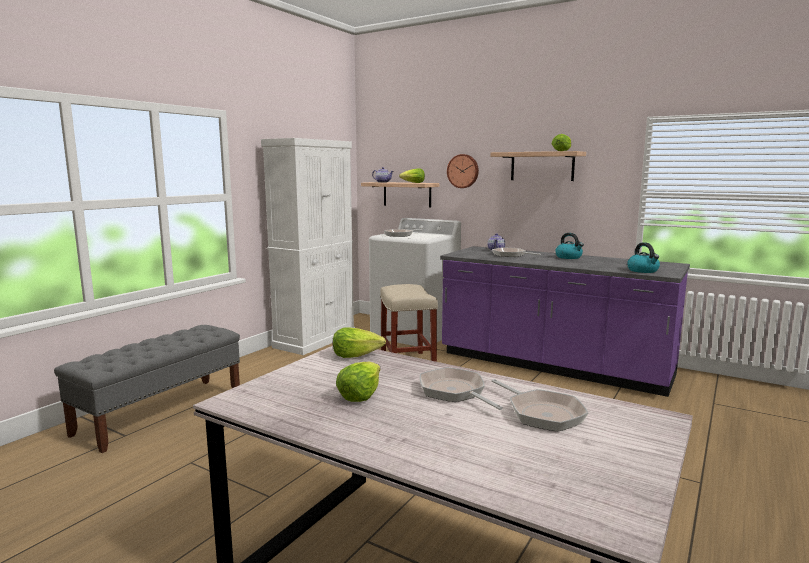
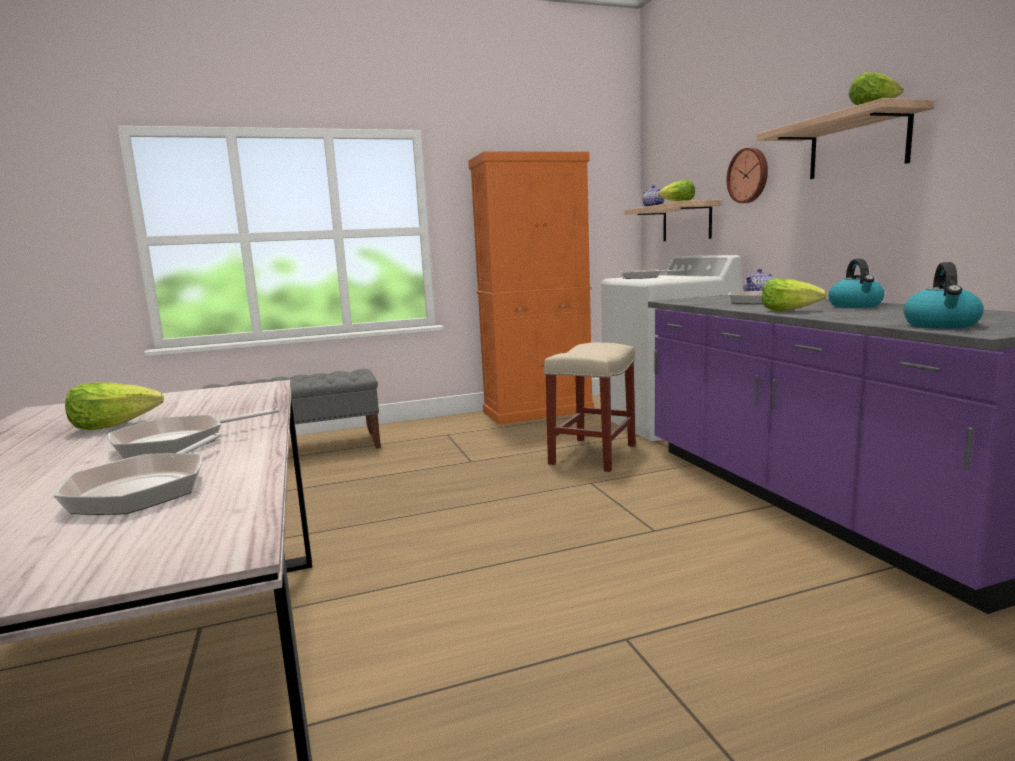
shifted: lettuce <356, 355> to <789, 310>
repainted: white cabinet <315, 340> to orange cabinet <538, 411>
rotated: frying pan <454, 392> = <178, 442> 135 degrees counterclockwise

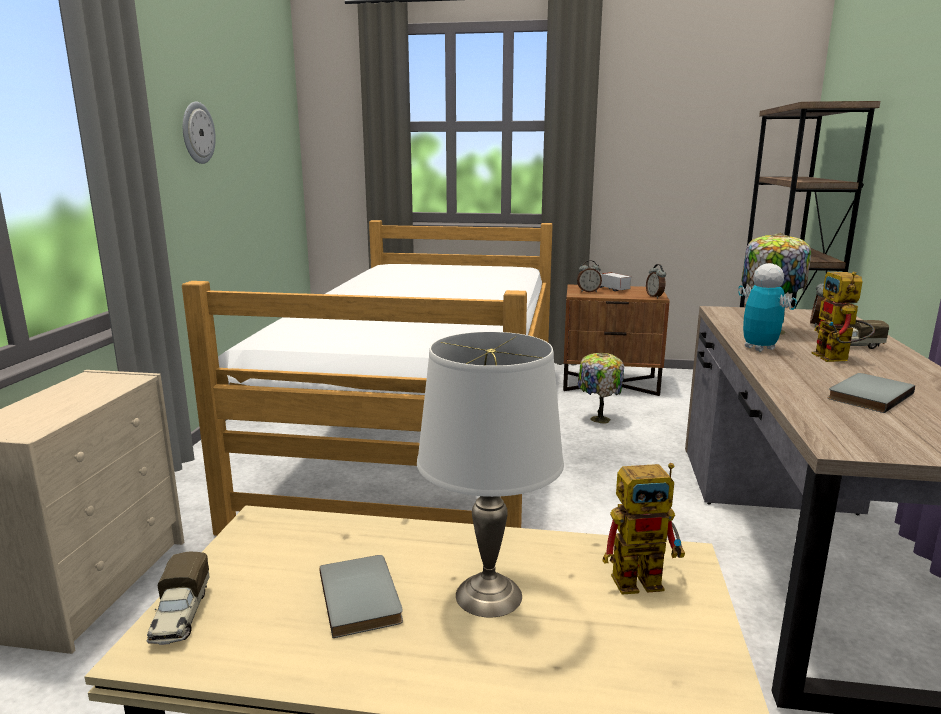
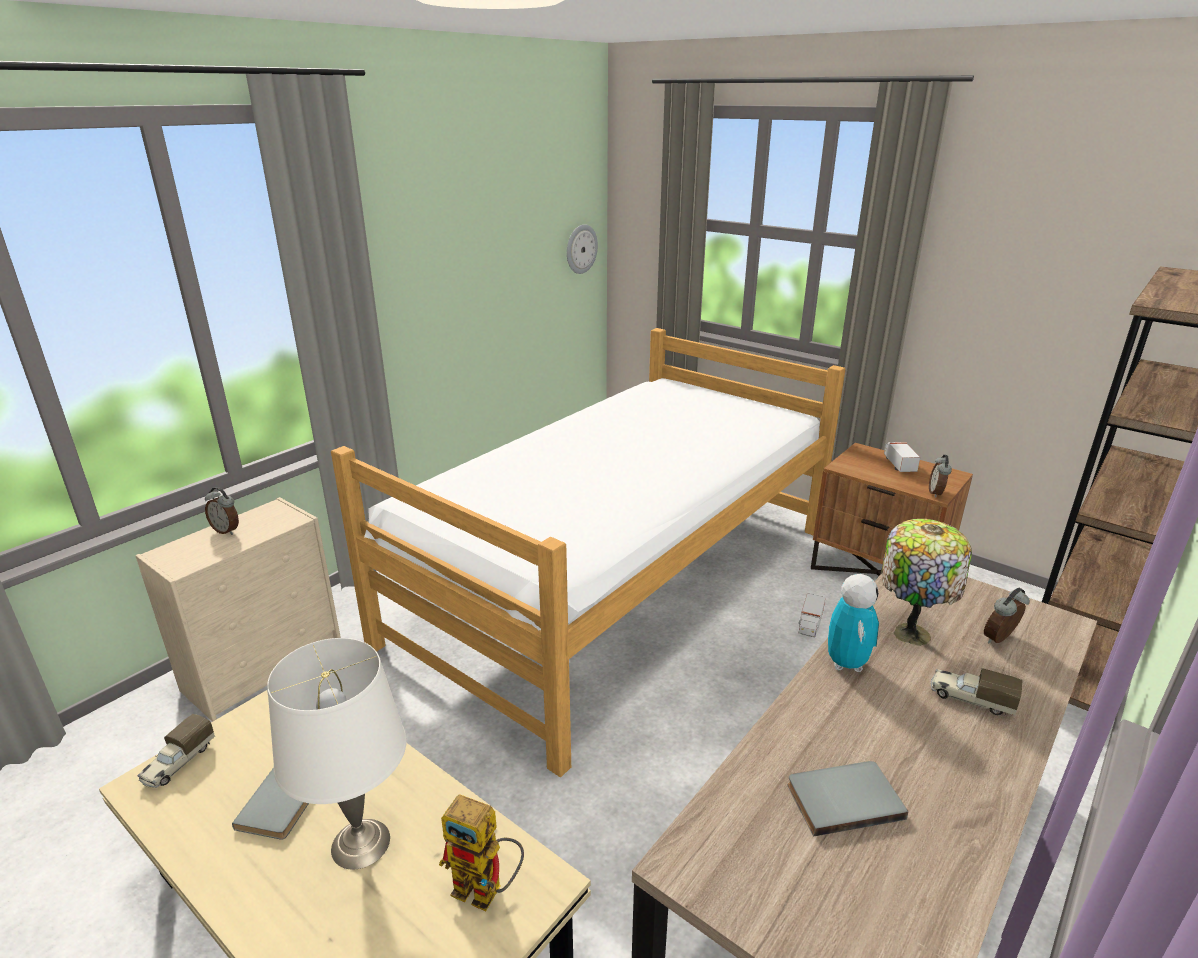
gone: toy robot <837, 359>
shifted: wall clock <197, 133> to <581, 249>; alarm clock <588, 291> to <227, 530>
swapped: table lamp <598, 419> to toy truck <810, 624>

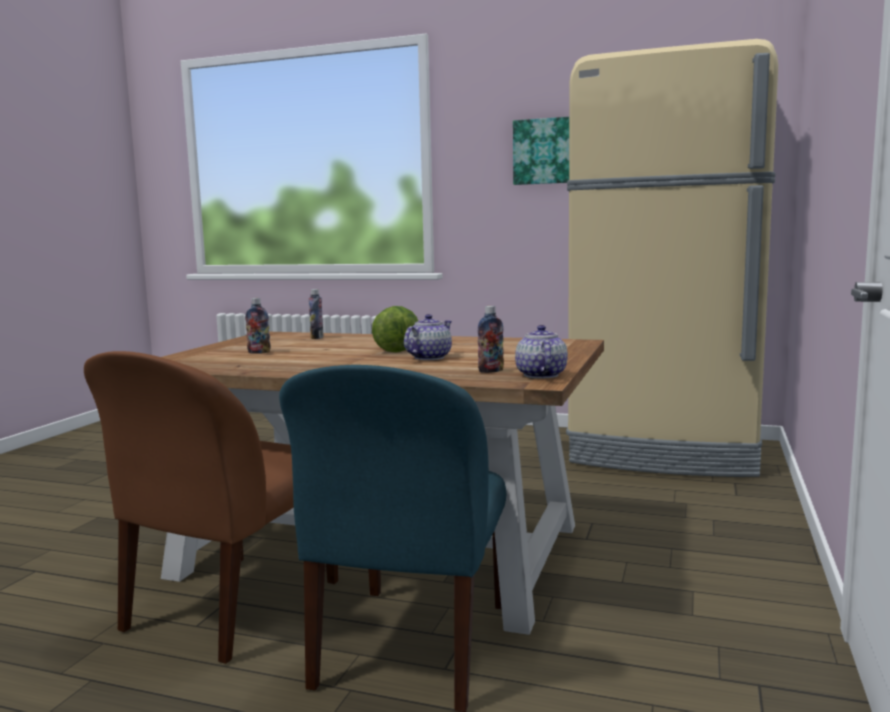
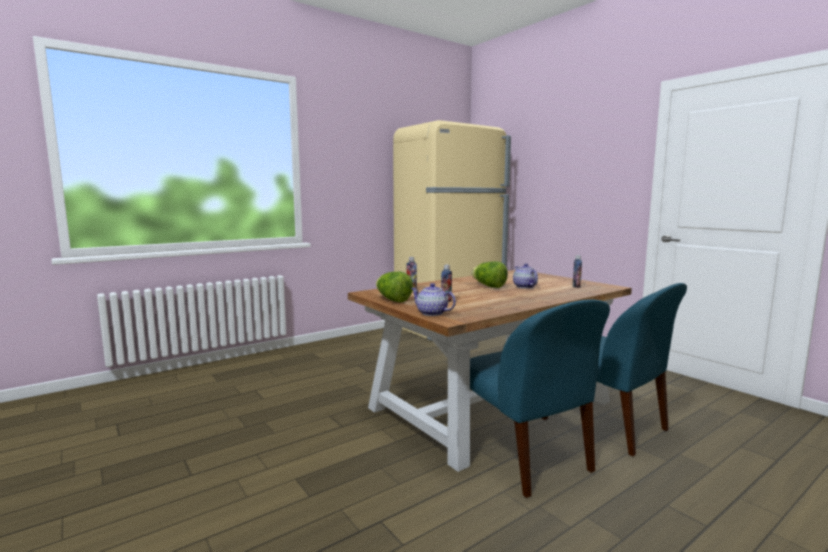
gone: picture <545, 151>
new: lettuce <393, 300>
shifted: teapot <540, 375> to <432, 313>
repainted: brown chair <229, 607> to blue chair <524, 458>

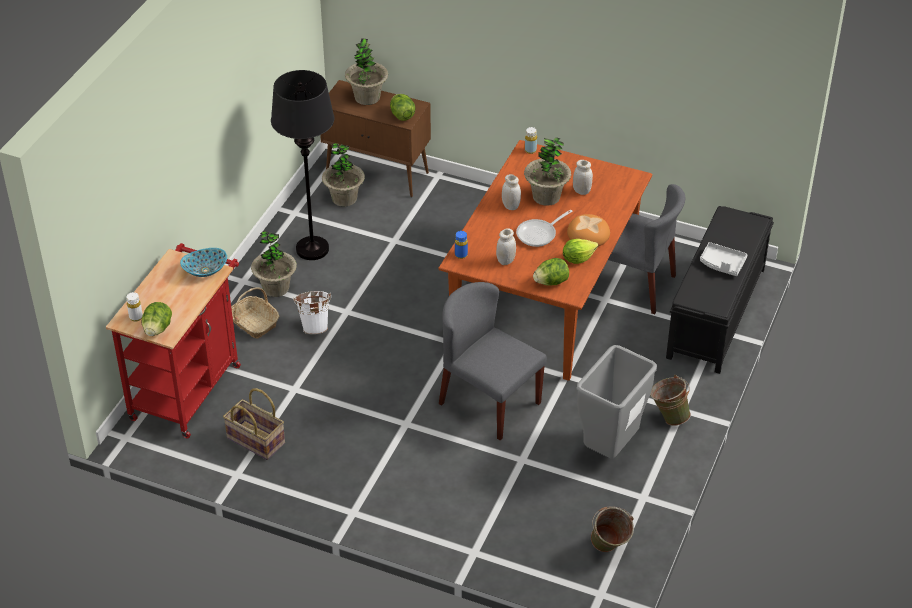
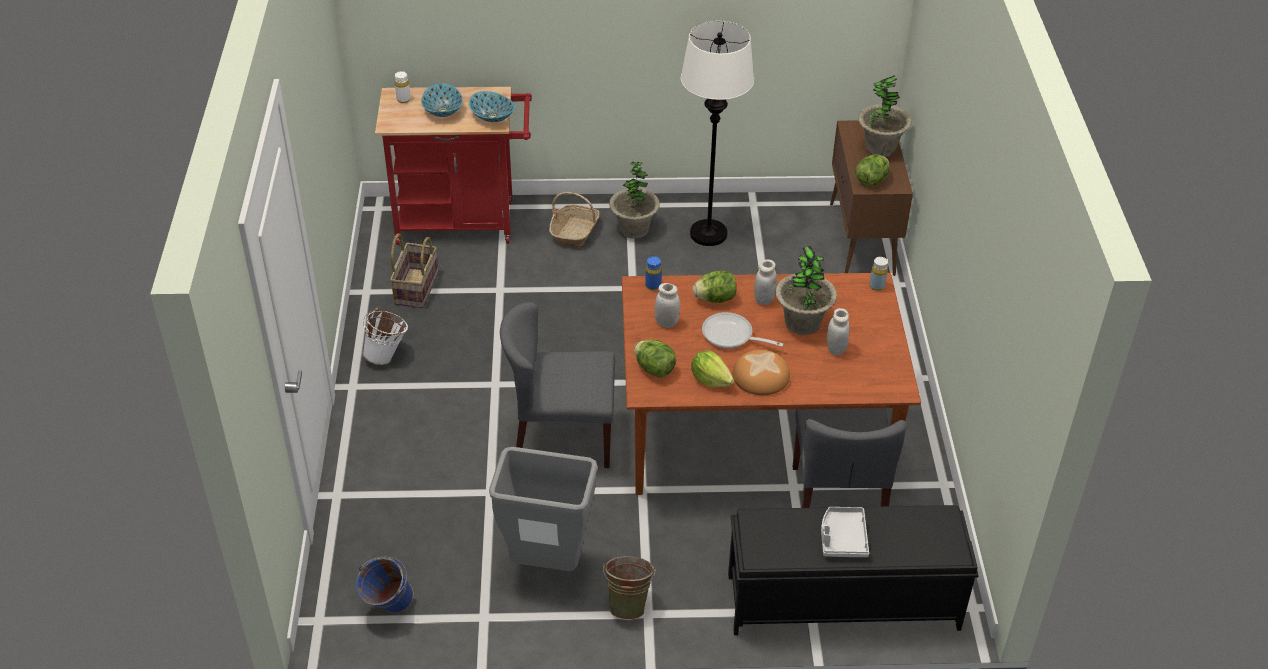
gone: potted plant <344, 198>
new: bowl <443, 111>
shifted: white bucket <315, 326> to <387, 356>; lettuce <157, 329> to <715, 299>
repainted: black floor lamp <312, 249> to white floor lamp <709, 233>; green bucket <609, 550> to blue bucket <388, 609>
rotated: grey chair <489, 403> = <562, 438> 105 degrees counterclockwise

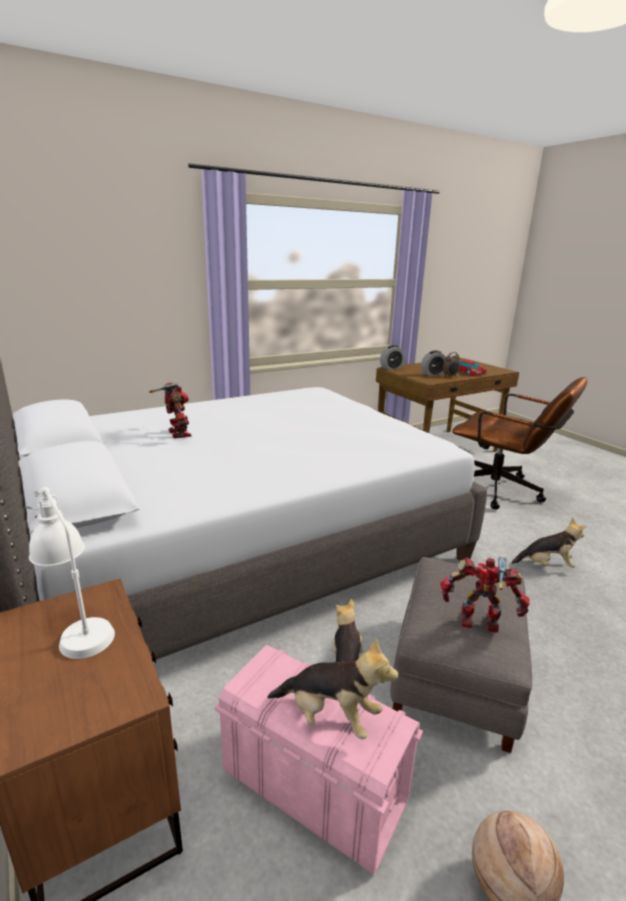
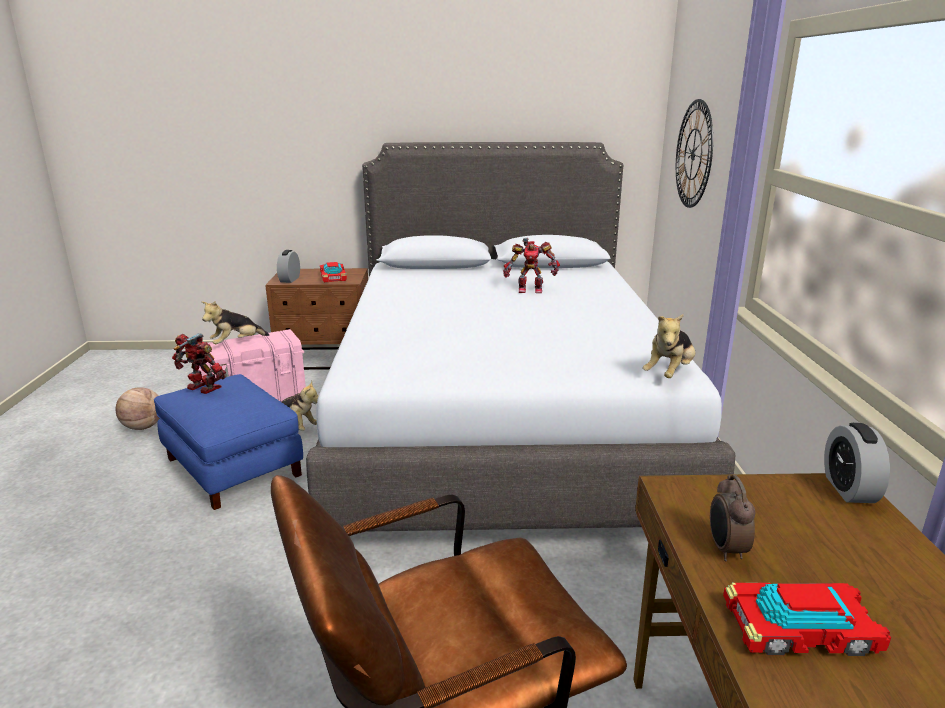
new: wall clock <693, 154>
shifted: alarm clock <432, 374> to <290, 279>; plush toy <546, 565> to <669, 373>
swapped: white table lamp <77, 628> to toy car <333, 277>
repainted: grey ottoman <456, 676> to blue ottoman <232, 467>
rotated: toy robot <479, 623> = <202, 389> 105 degrees counterclockwise

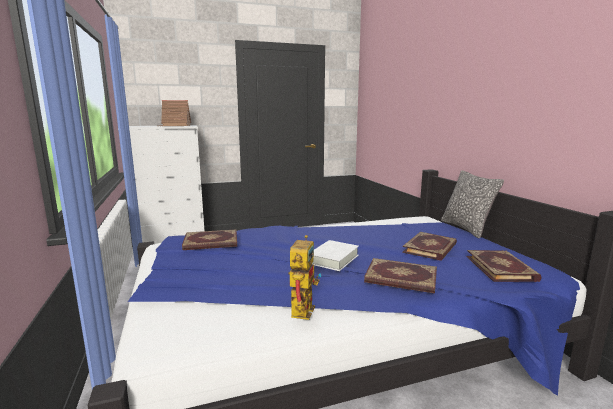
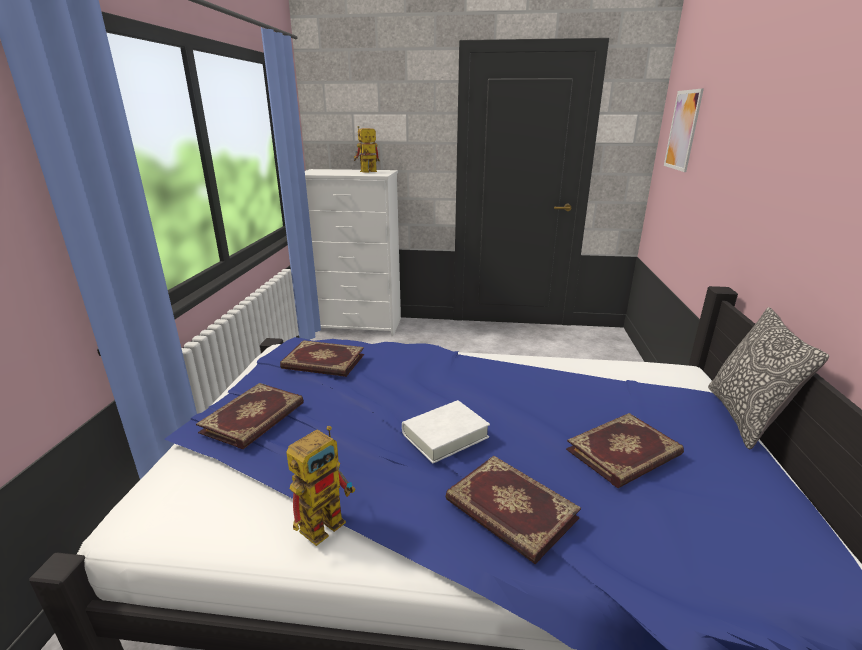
new: picture <683, 130>
shifted: book <501, 268> to <254, 418>
swapped: toy house <175, 125> to toy robot <365, 172>

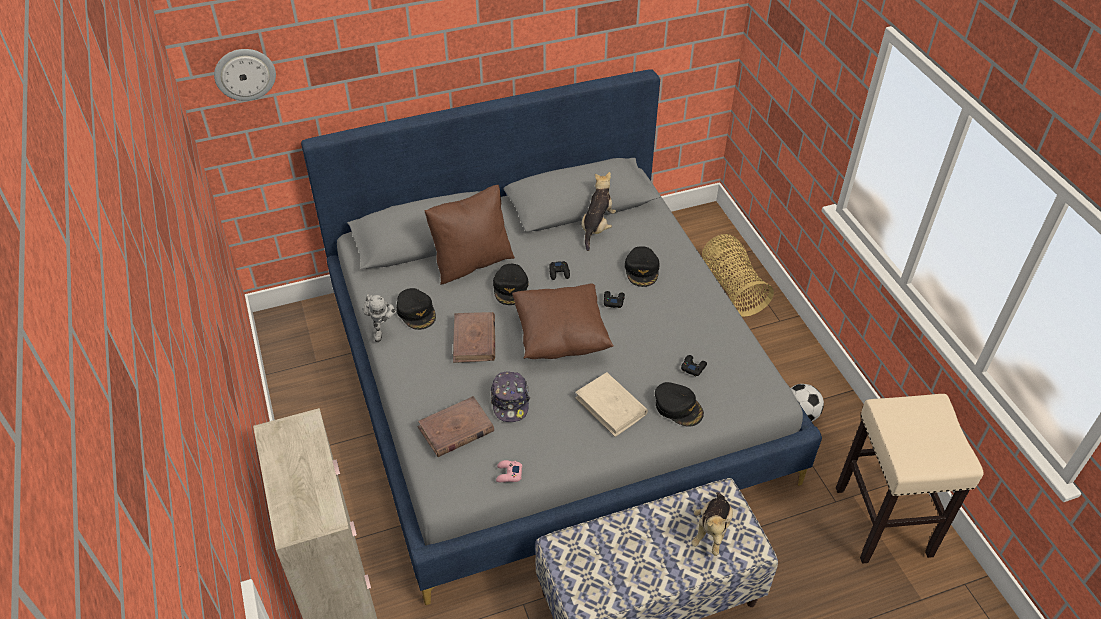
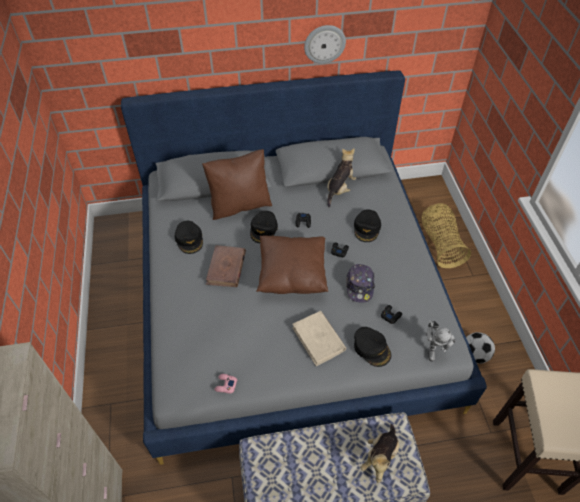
gone: brown book <456, 429>
shifted: wall clock <245, 74> to <324, 43>; toy robot <382, 329> to <433, 348>; cap <510, 401> to <360, 286>

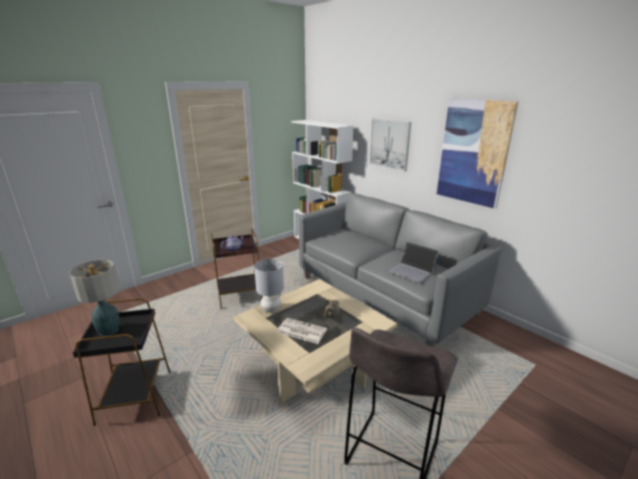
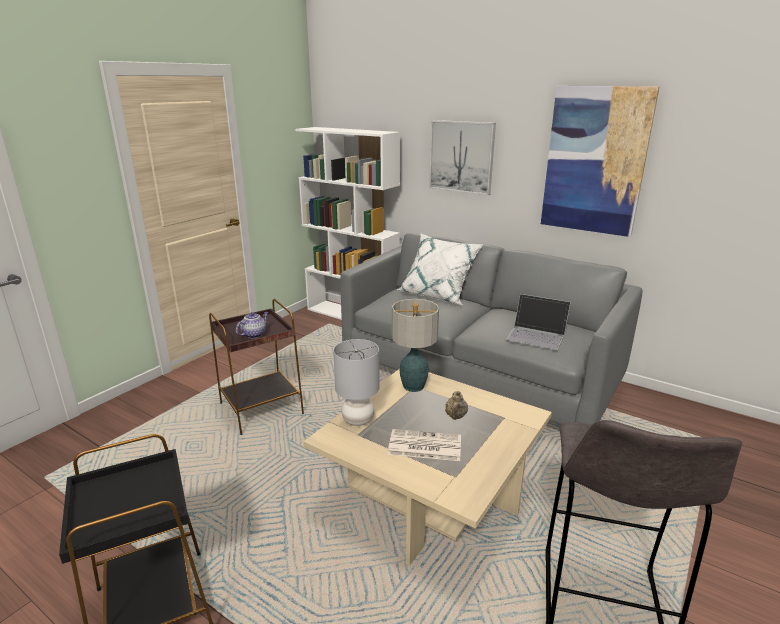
new: white pillow <438, 295>
shifted: table lamp <109, 331> to <414, 386>

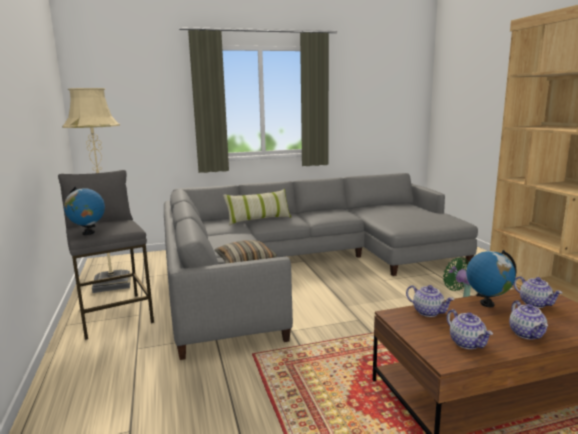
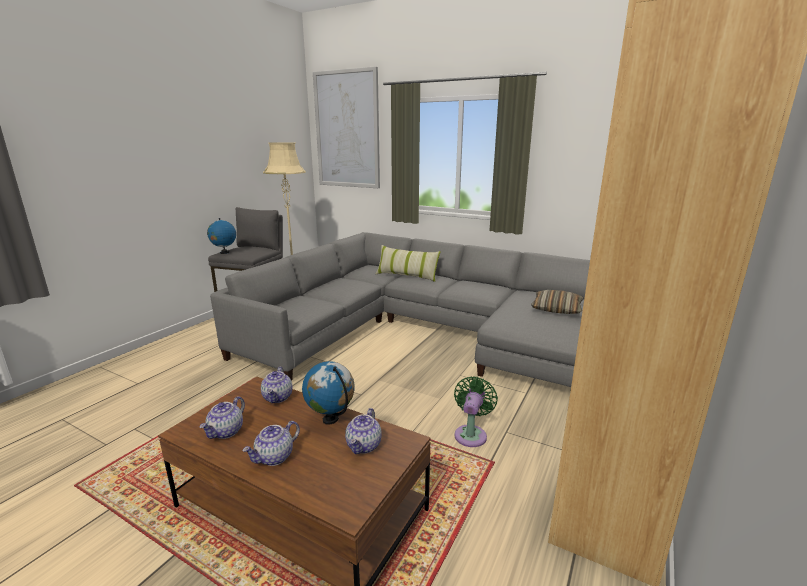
new: picture <347, 130>
shifted: pillow <245, 261> to <556, 309>

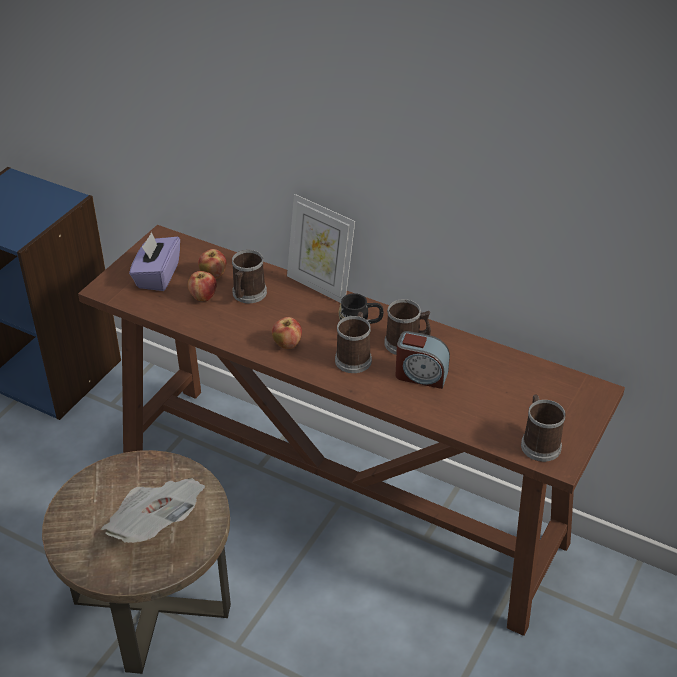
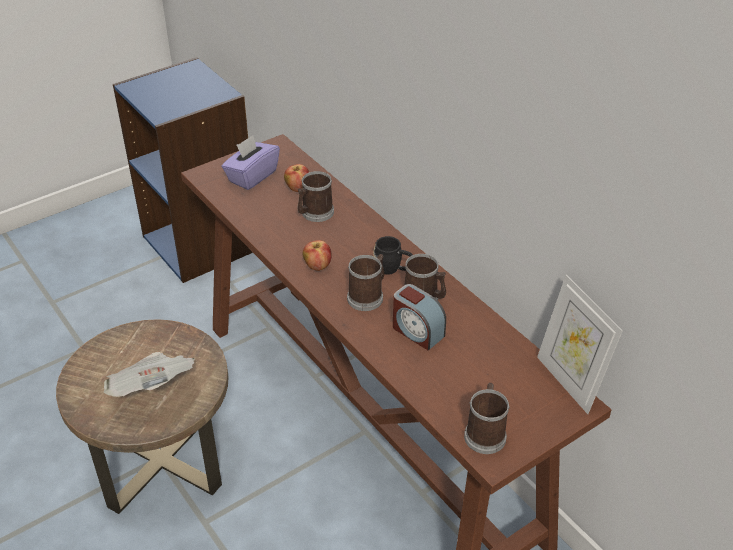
gone: apple <203, 297>
shifted: picture frame <320, 286> to <569, 381>

